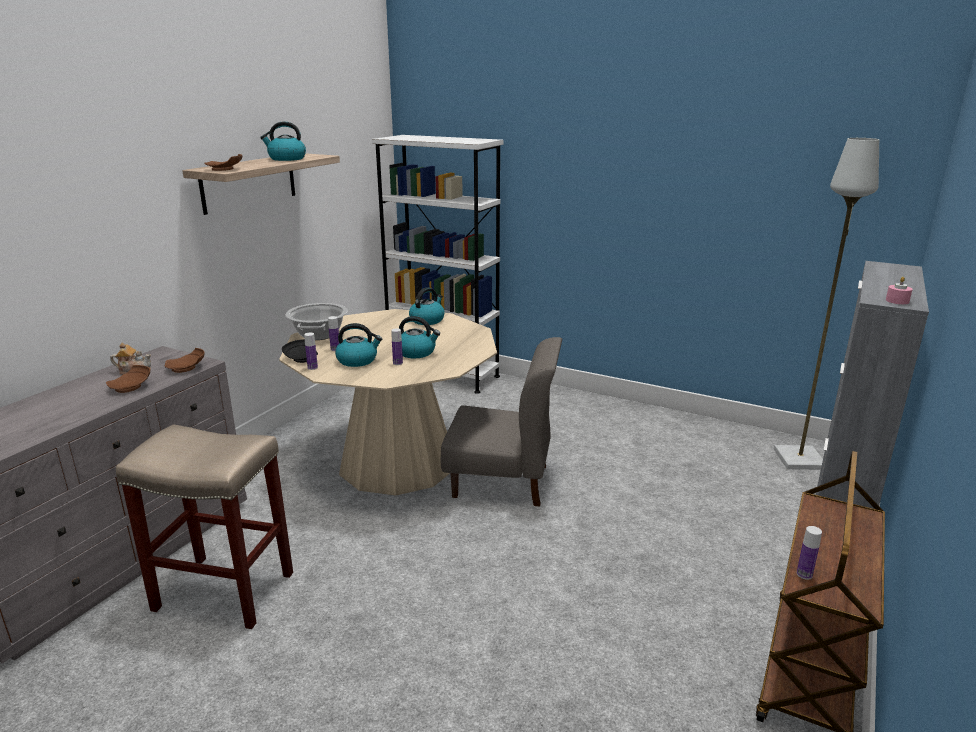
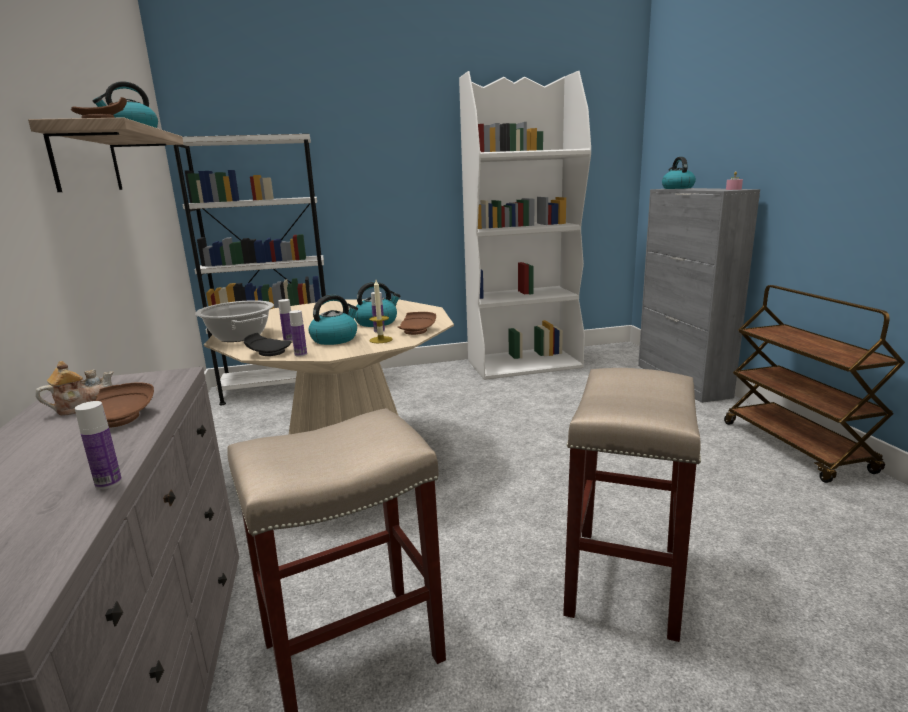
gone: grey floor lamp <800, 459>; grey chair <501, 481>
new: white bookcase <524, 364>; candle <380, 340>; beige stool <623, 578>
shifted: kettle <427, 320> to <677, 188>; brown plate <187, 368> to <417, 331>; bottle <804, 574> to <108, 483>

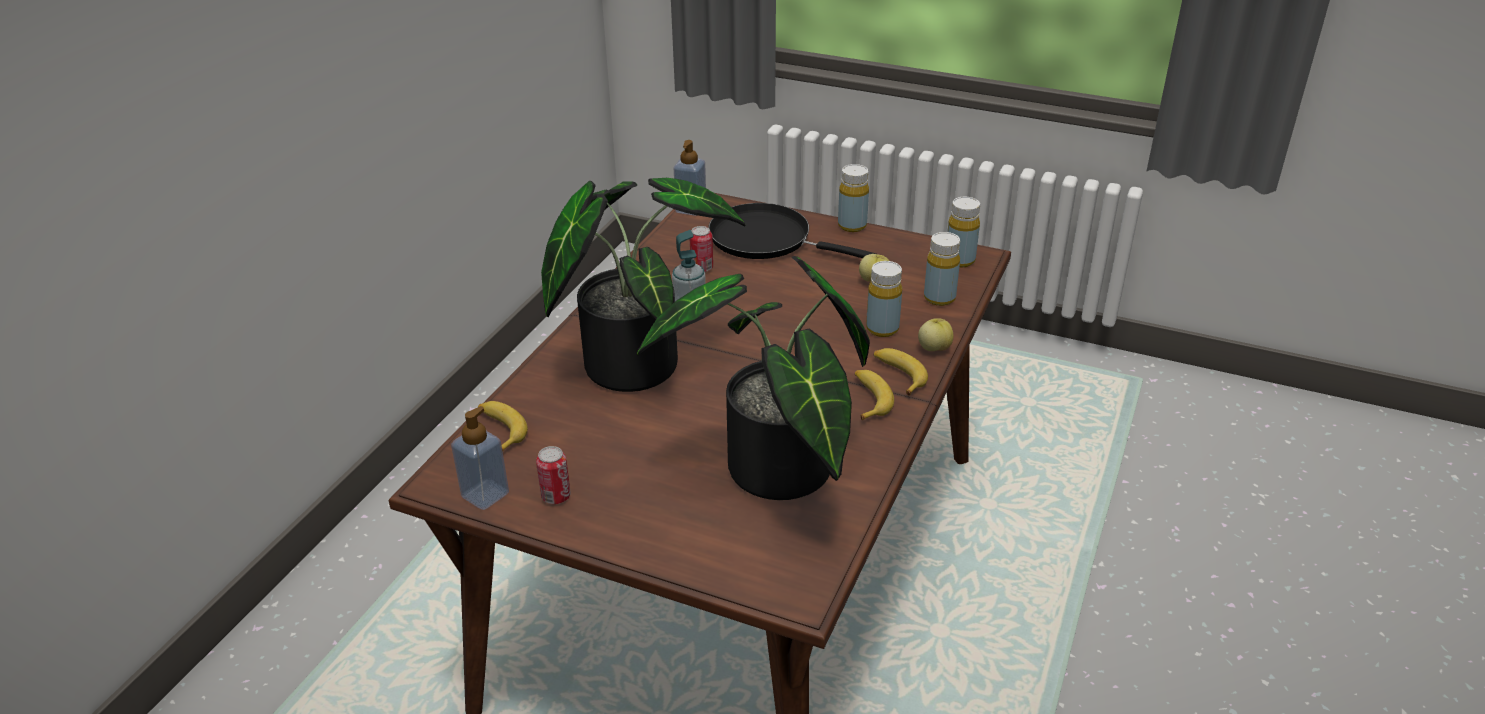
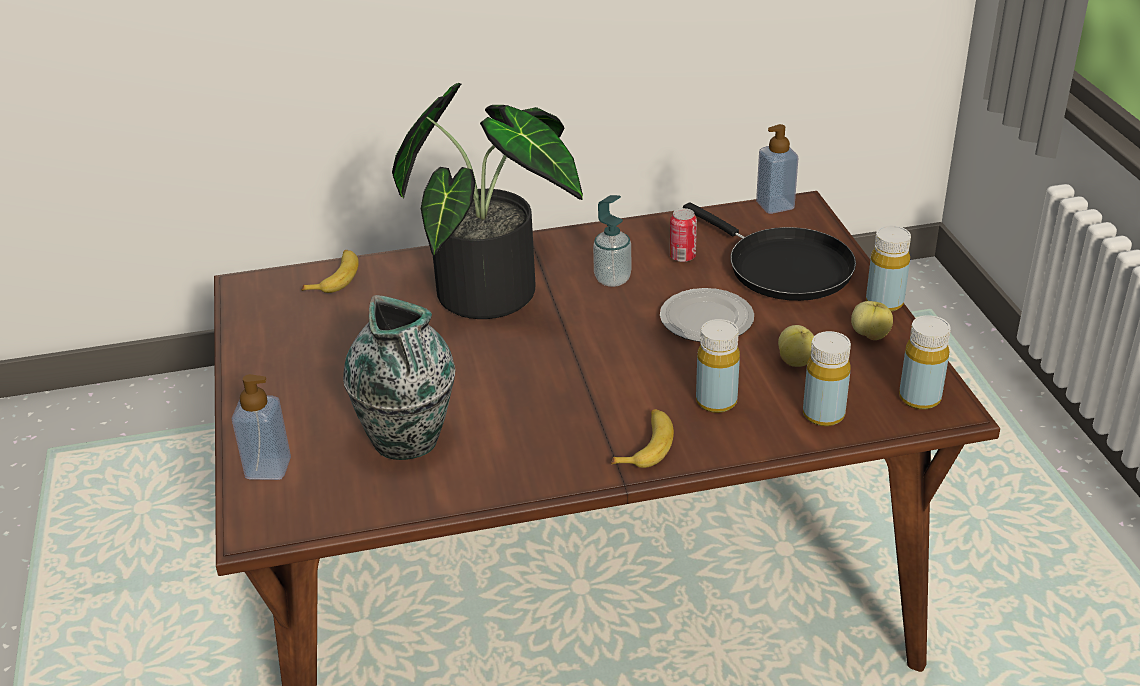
gone: banana <869, 399>; can <556, 496>
new: plate <707, 319>
shifted: apple <934, 348> to <870, 335>; soap dispenser <485, 495> to <268, 468>
swapped: potted plant <776, 477> to vase <408, 441>
rotated: black frying pan <767, 239> = <783, 267> 150 degrees clockwise

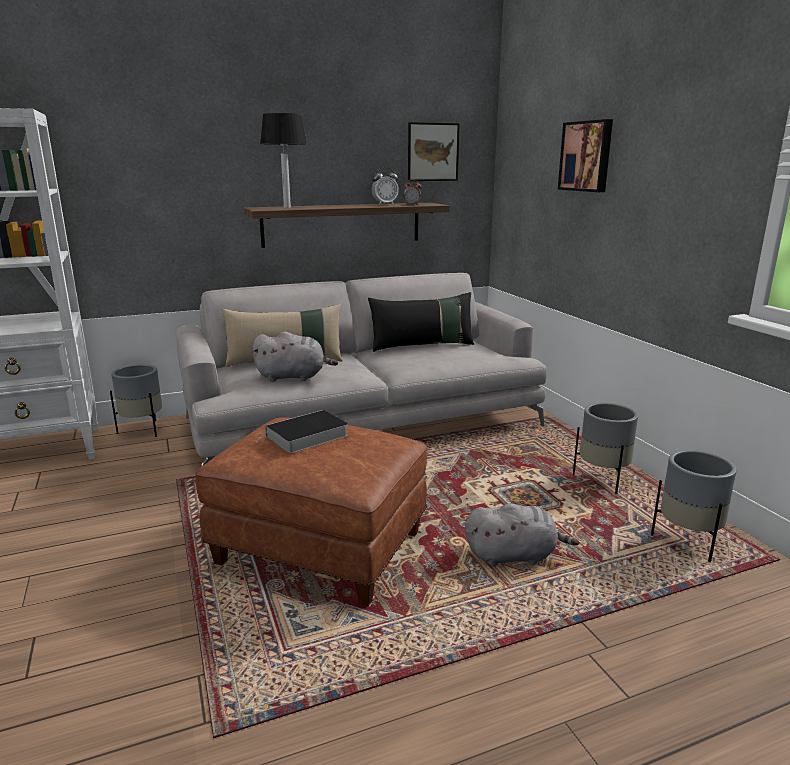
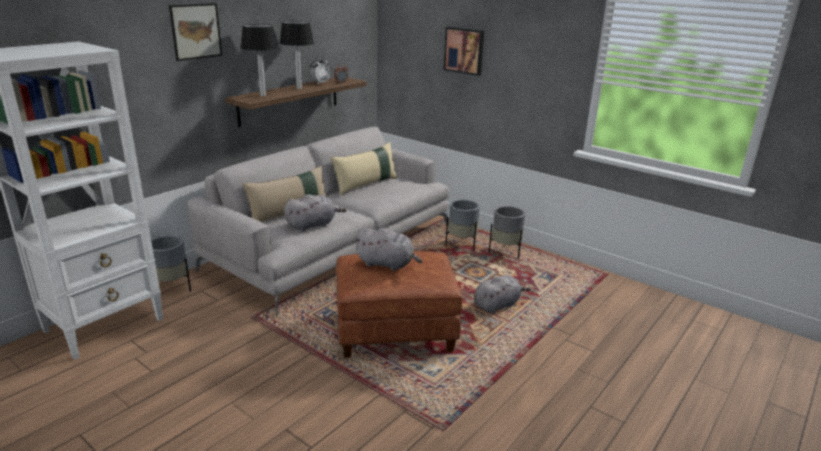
new: table lamp <298, 88>
shifted: picture <433, 152> to <196, 31>; grey planter <688, 543> to <462, 245>
swapped: book <305, 437> to grey plush toy <387, 264>
repainted: black pillow <422, 346> to beige pillow <366, 185>

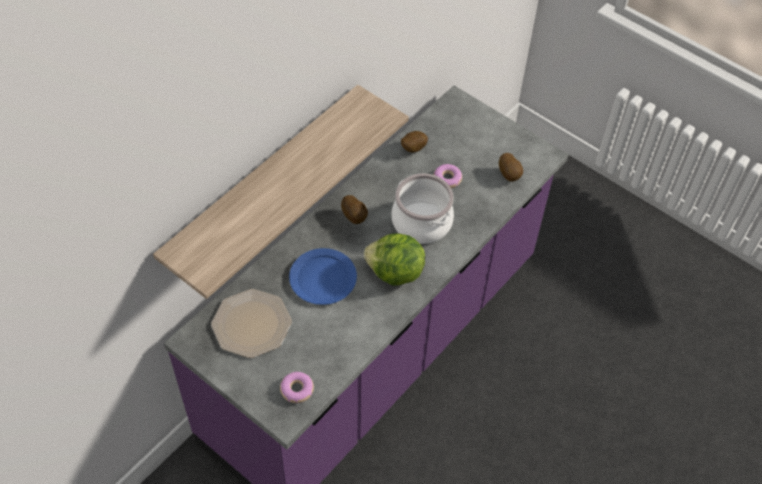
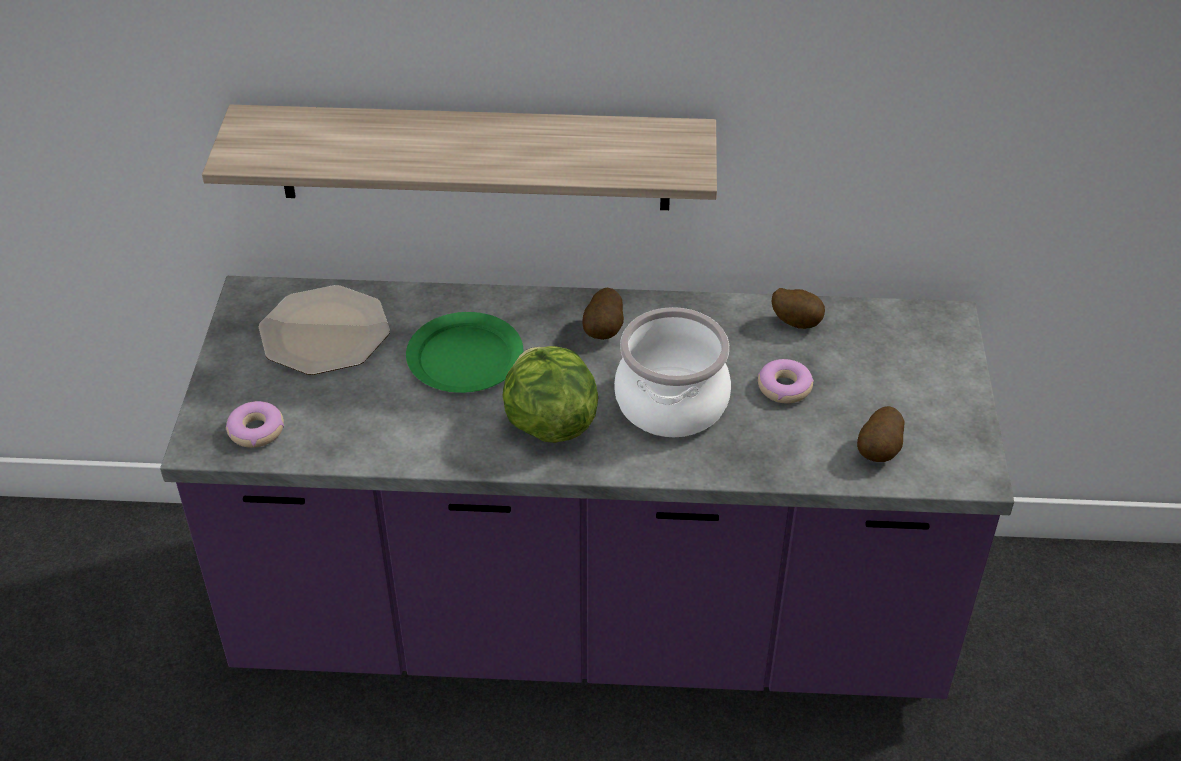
repainted: blue plate <323, 278> to green plate <466, 357>

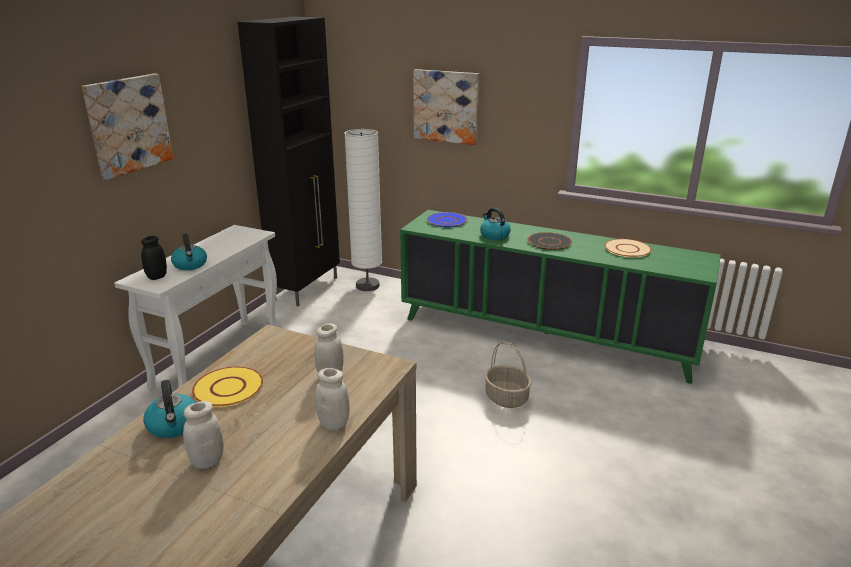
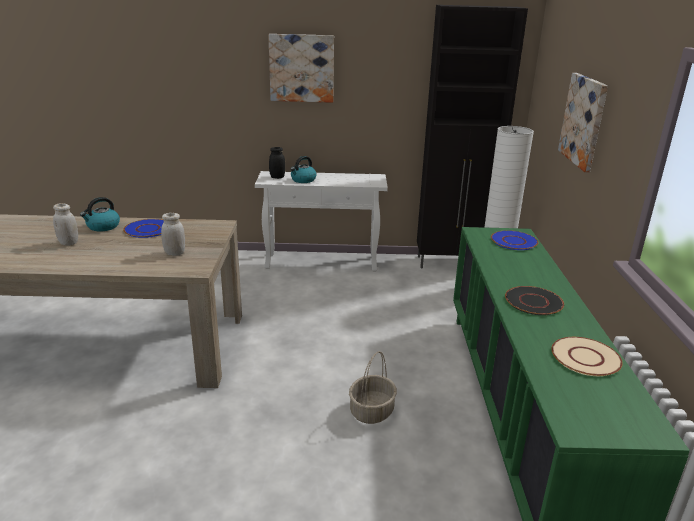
gone: kettle <494, 235>; white jar <334, 424>
repainted: yellow plate <228, 388> to blue plate <148, 229>

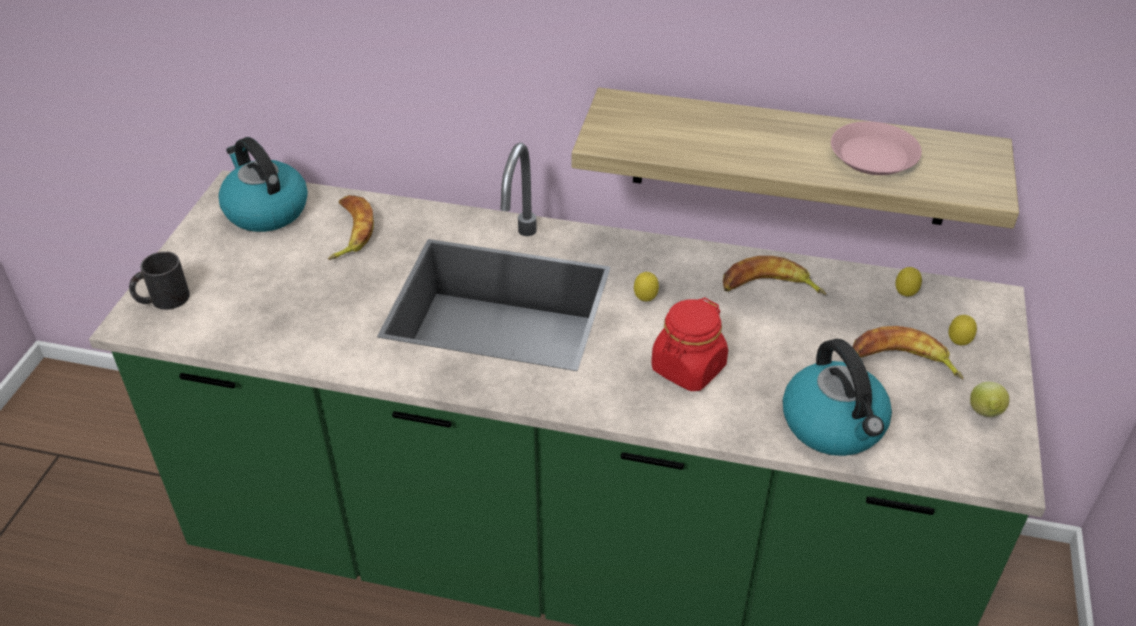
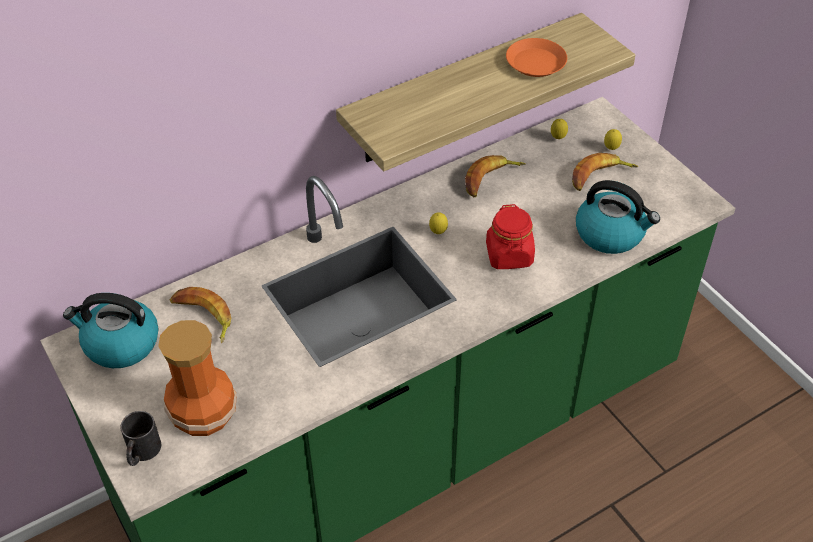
gone: lemon <984, 414>
new: vase <201, 413>
repainted: pink plate <873, 156> to orange plate <536, 63>

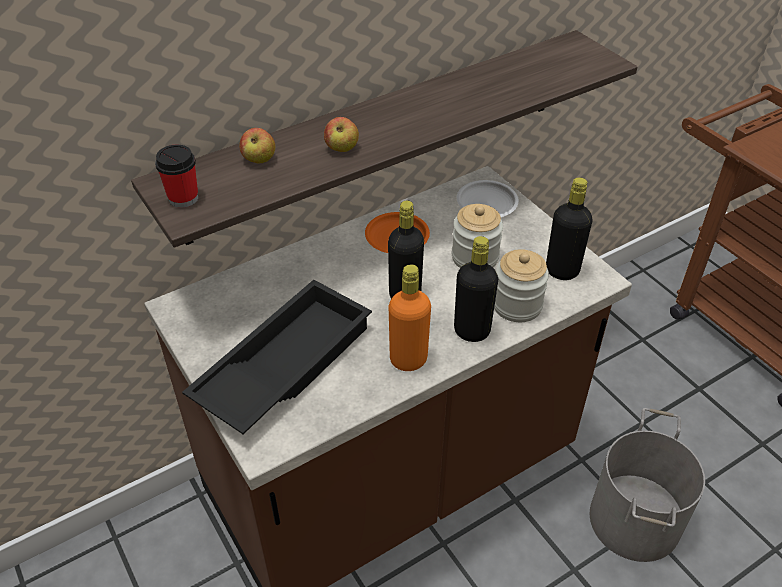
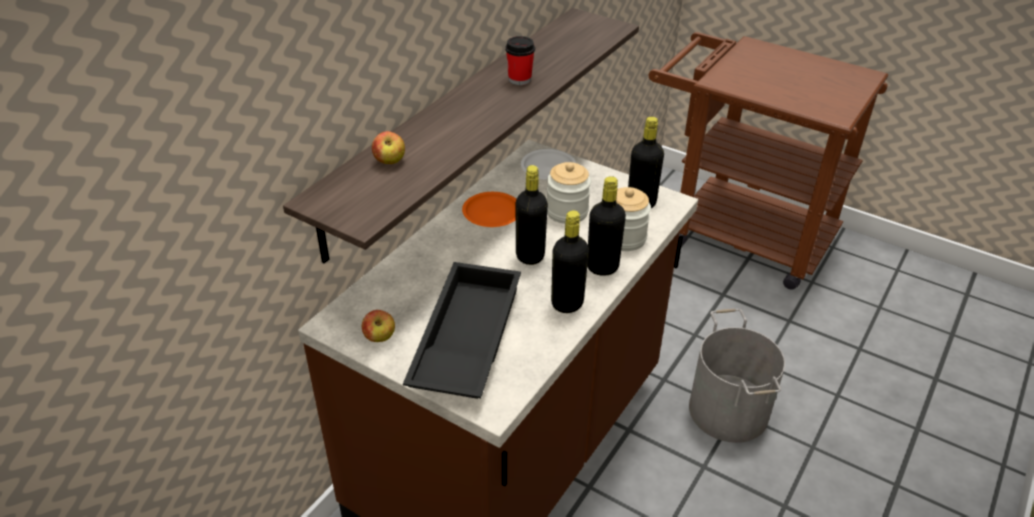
shifted: apple <342, 148> to <379, 337>; cup <183, 198> to <519, 79>
repainted: orange bottle <408, 359> to black bottle <567, 303>

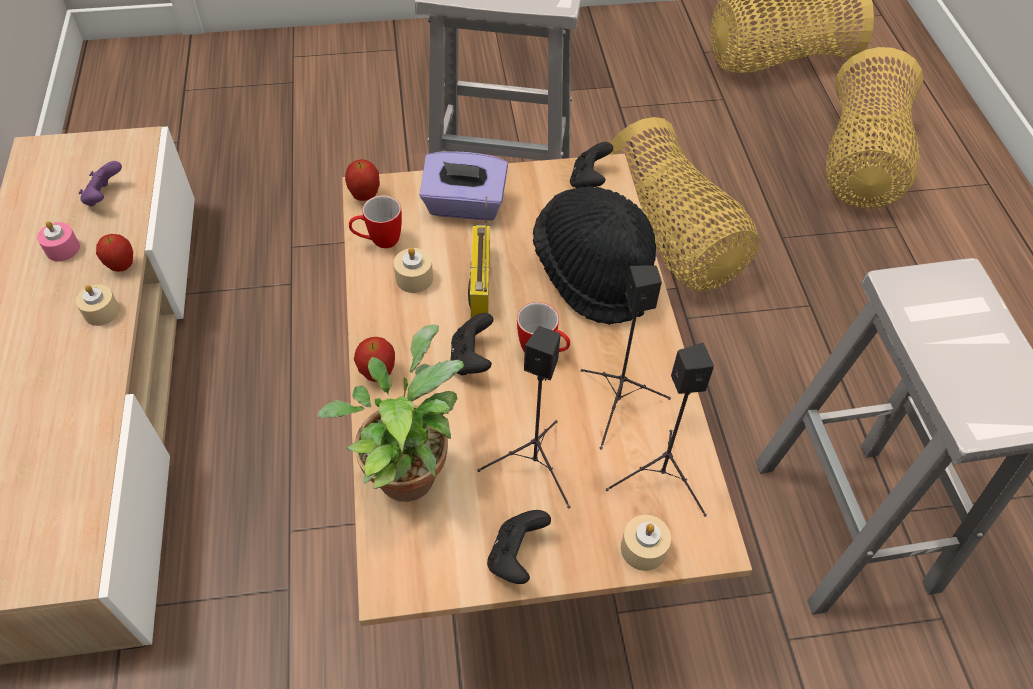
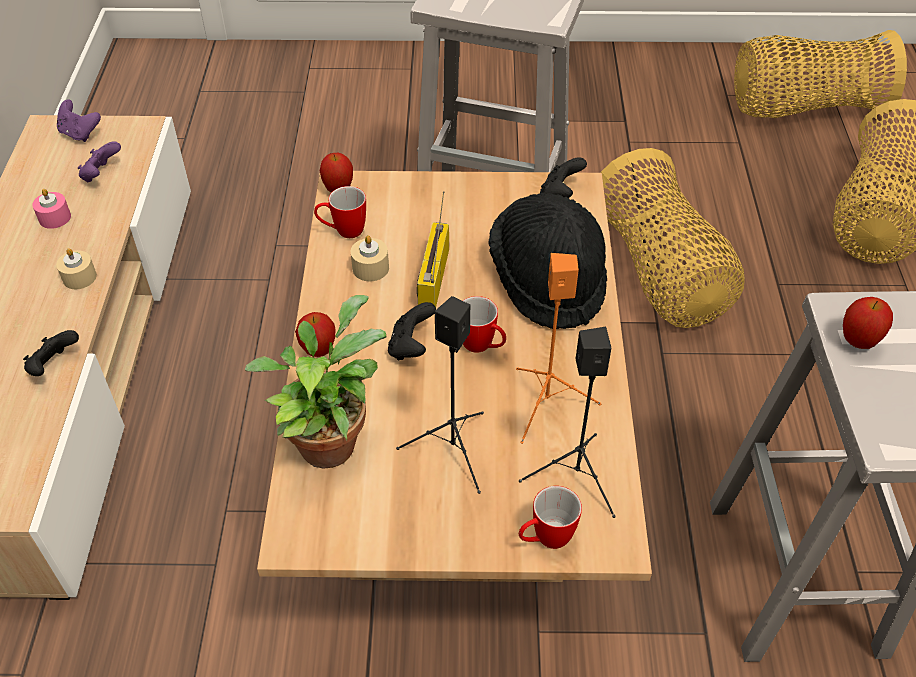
gone: purple tissue box <464, 206>
new: purple game controller <80, 133>
shifted: apple <122, 266> to <858, 341>; black game controller <516, 556> to <54, 366>
swapped: beige candle <643, 549> to mug <545, 539>
repainted: black speaker <617, 406> to orange speaker <546, 405>

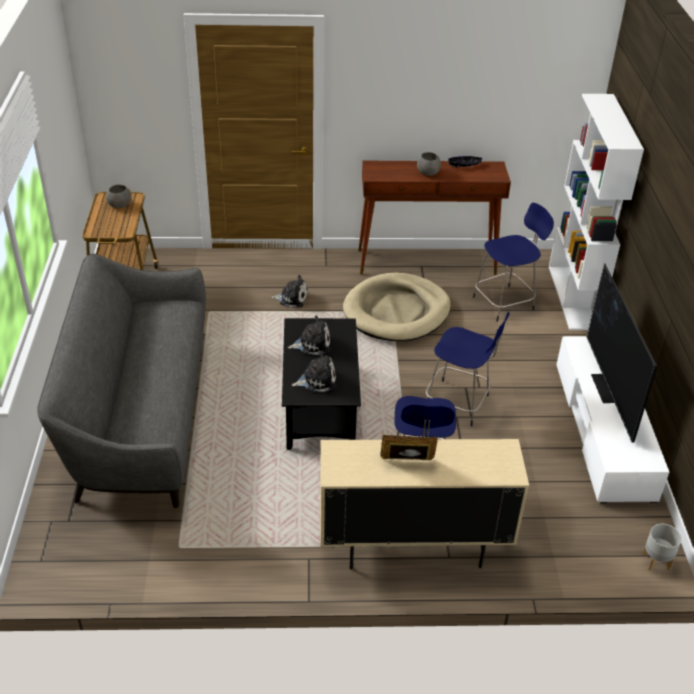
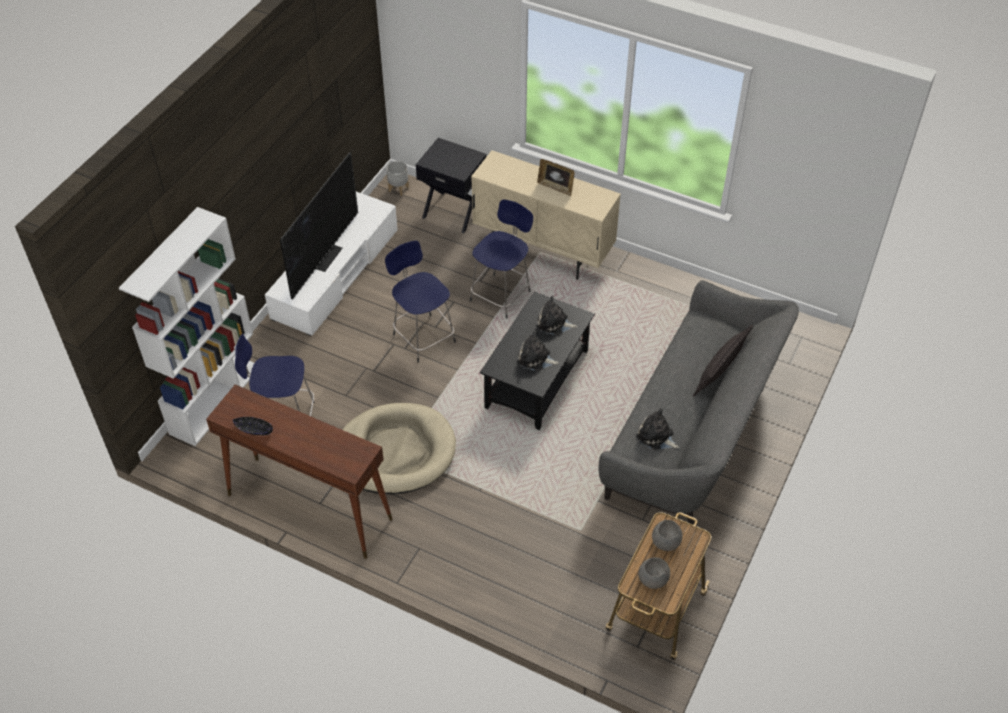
new: black nightstand <453, 211>; pillow <719, 372>
shifted: grey bowl <428, 172> to <666, 541>; plush toy <292, 298> to <656, 437>

